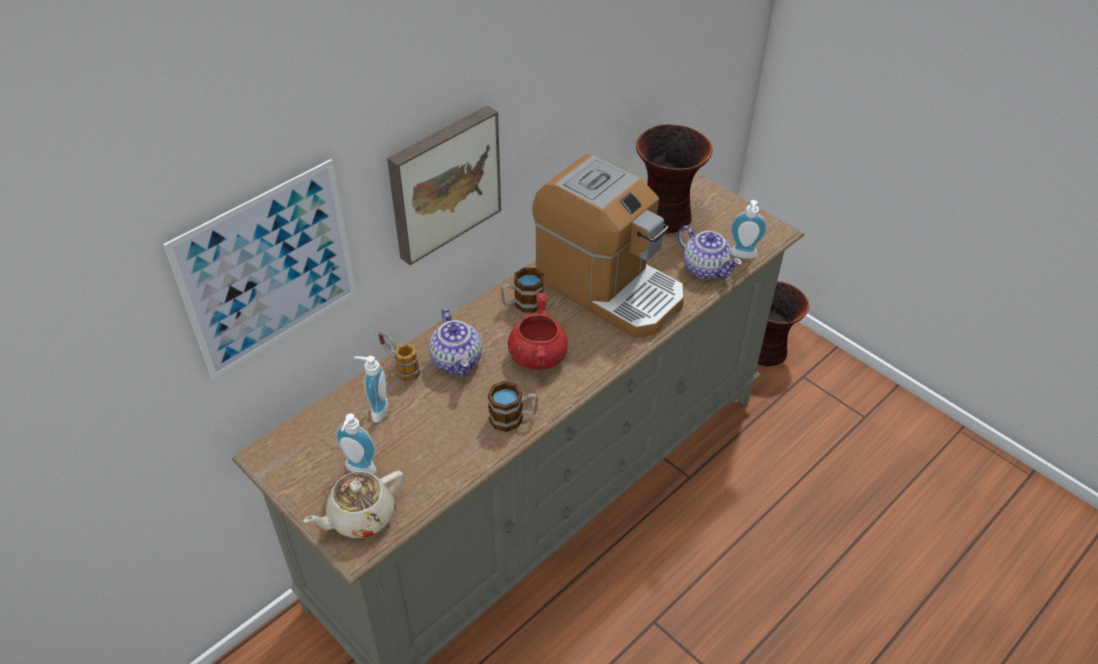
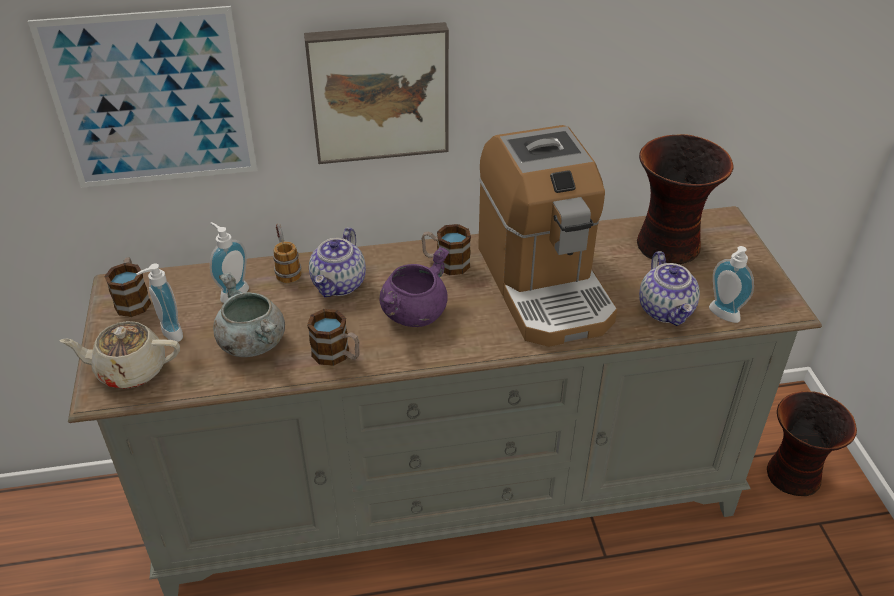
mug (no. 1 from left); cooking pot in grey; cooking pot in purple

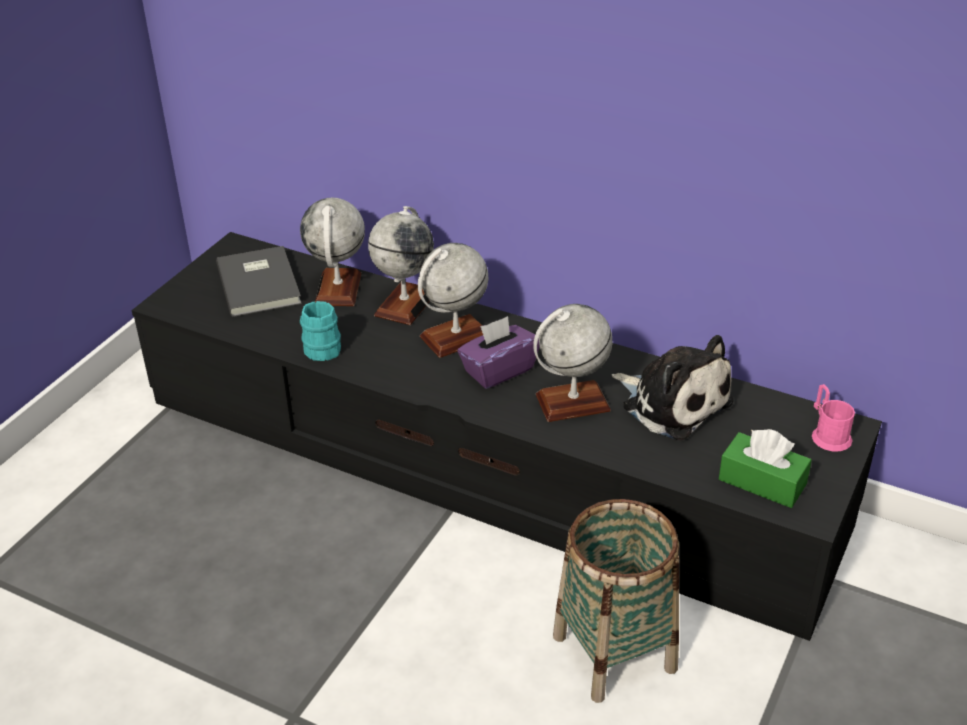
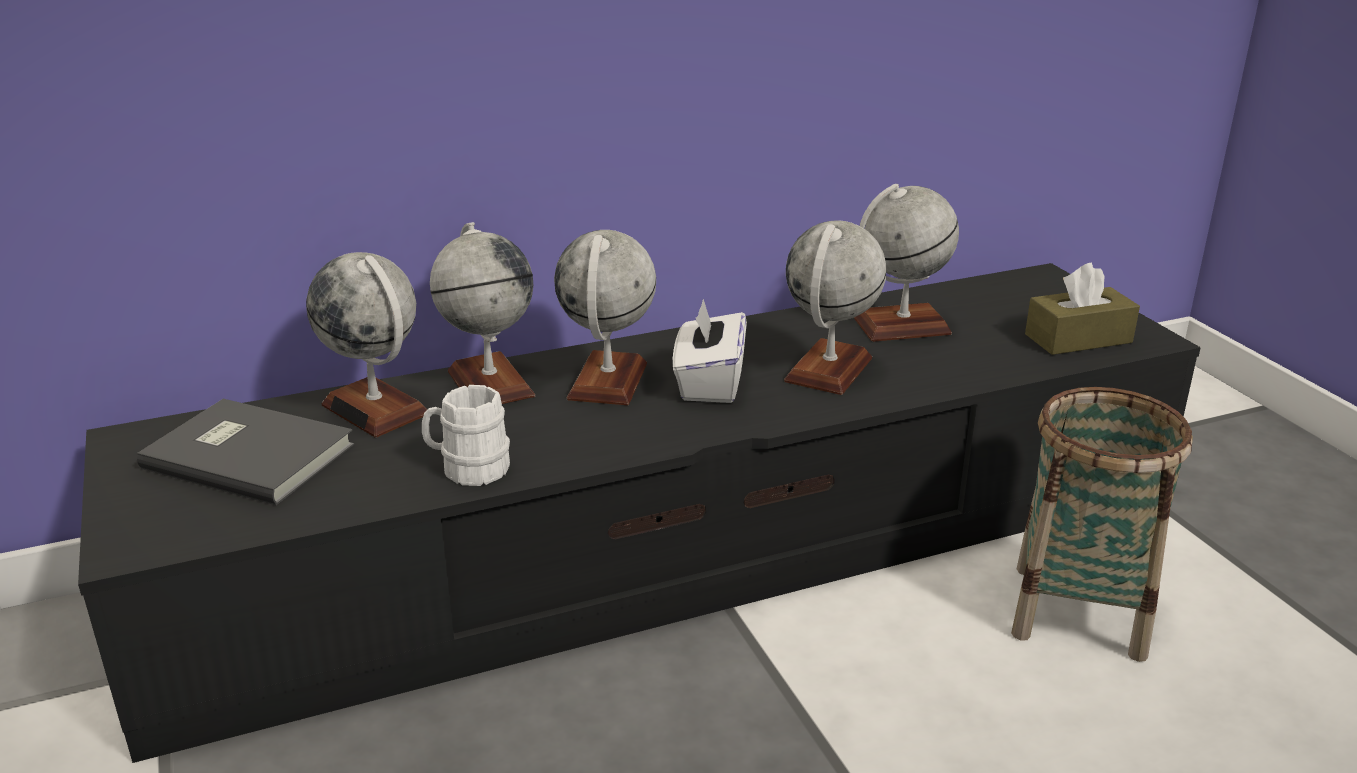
mug in pink; globe (no. 5 from left); mug in white; tissue box in white; tissue box in brown

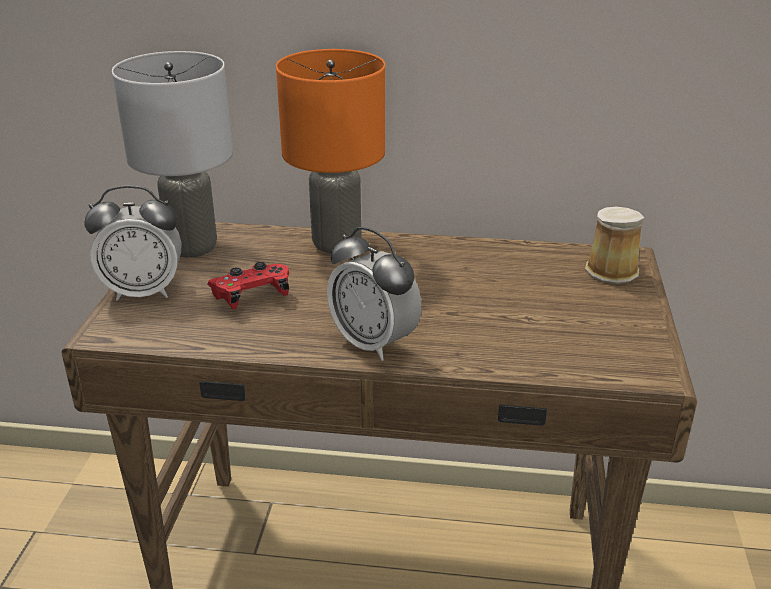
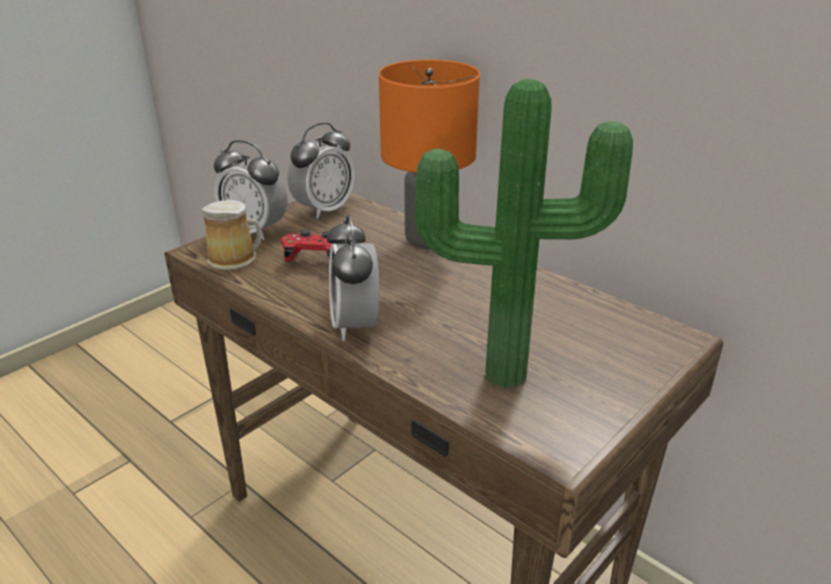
potted plant; mug; alarm clock (no. 2 from left)

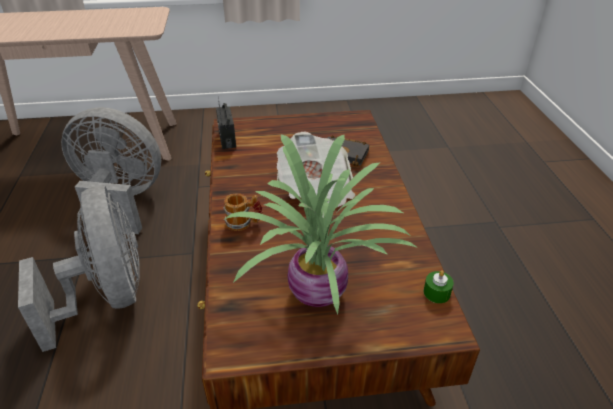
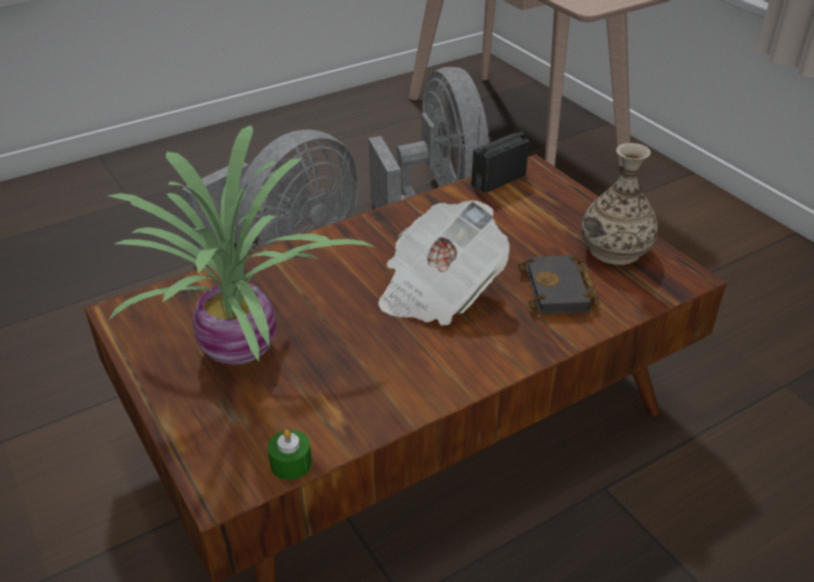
mug; vase

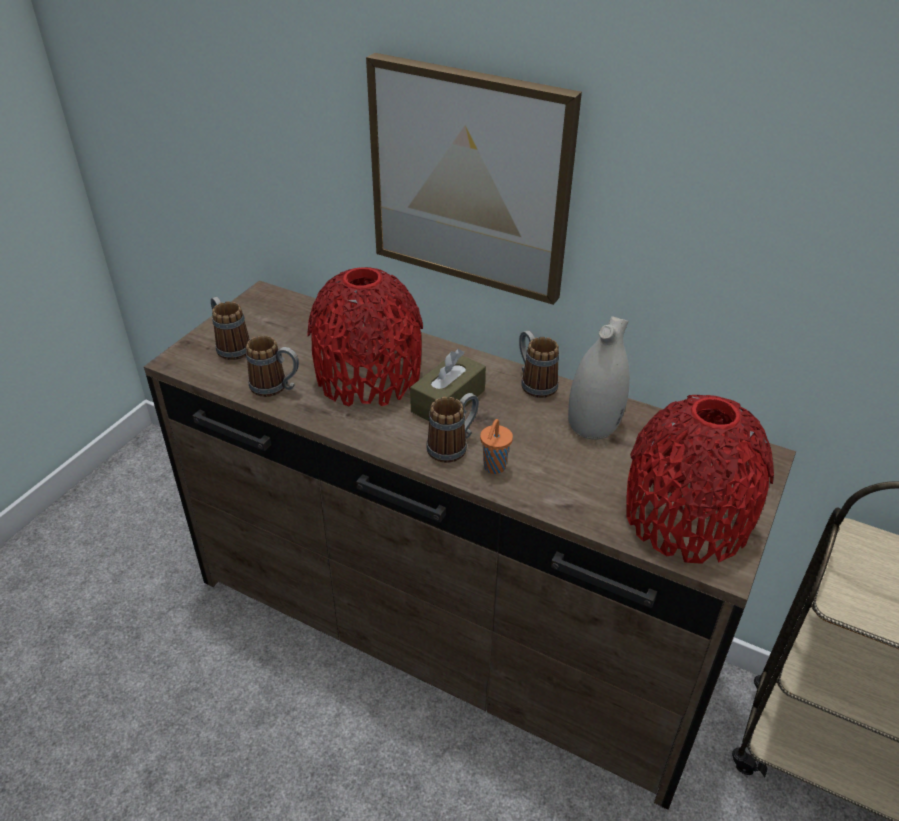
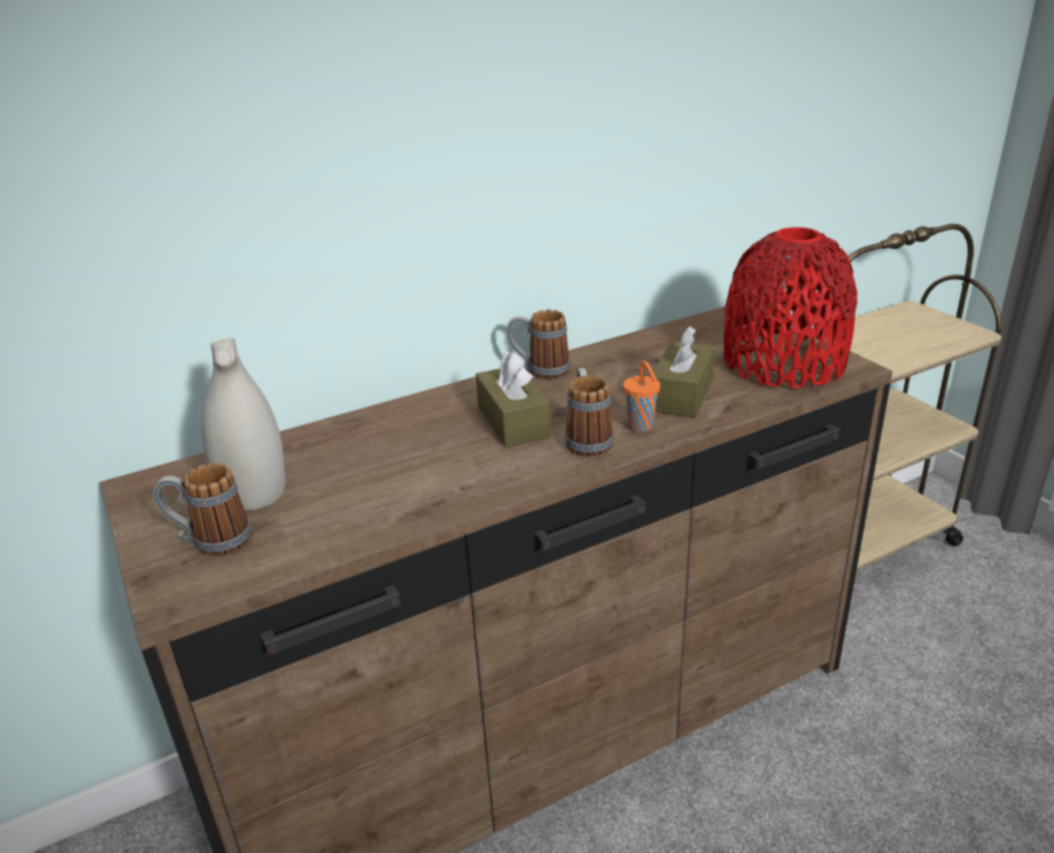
mug (no. 2 from left in the first image); vase in red (no. 1 from left in the first image); picture; tissue box in brown (no. 2 from left); vase in white

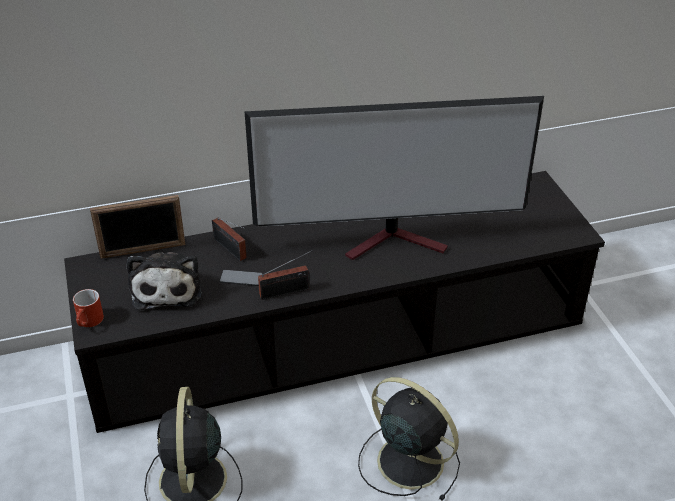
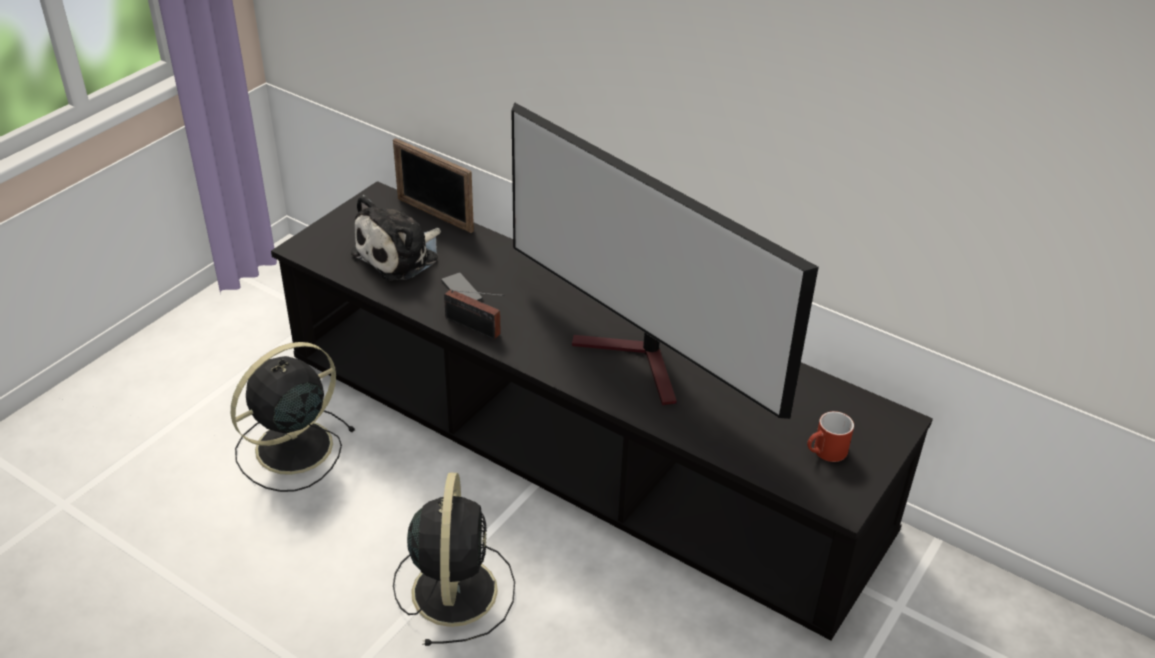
radio (no. 1 from left in the first image); mug in red

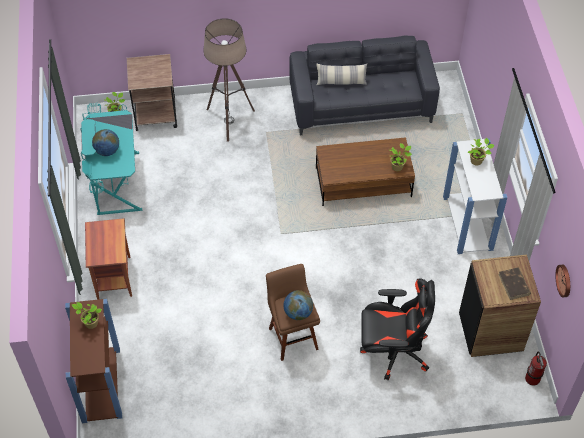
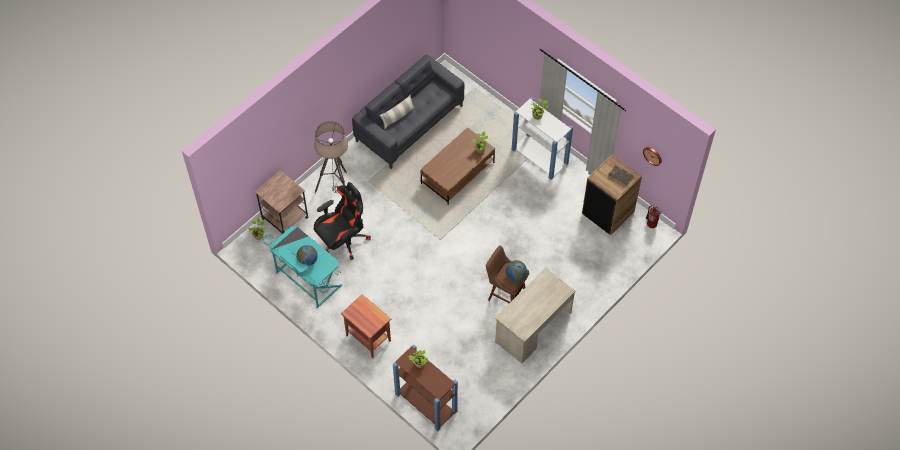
desk in beige; office chair in black

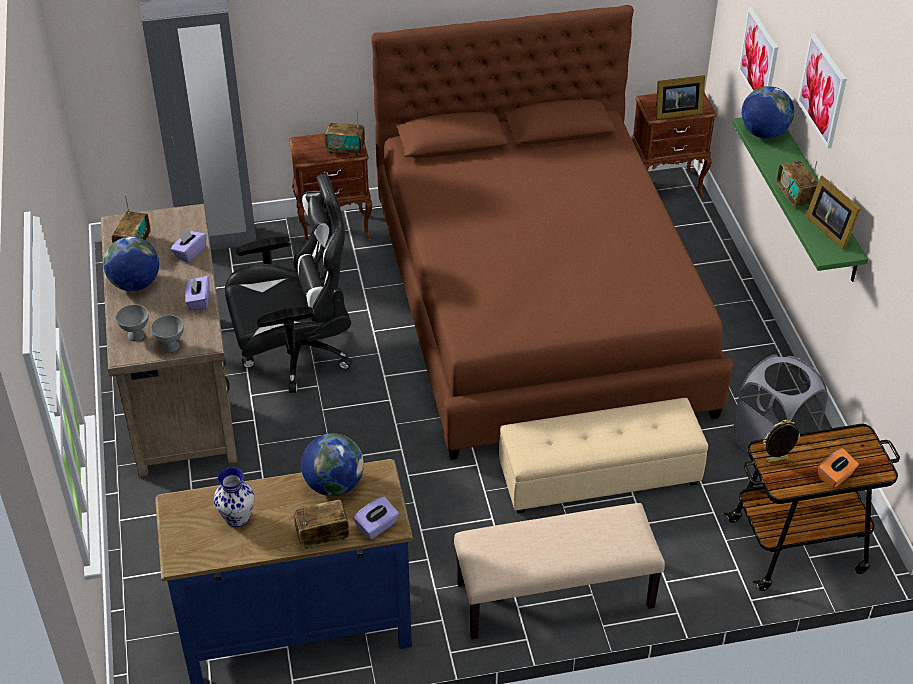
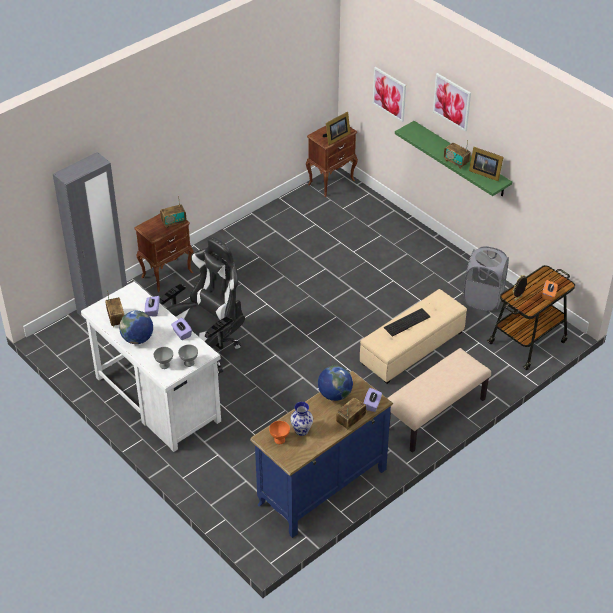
bed in brown; globe (no. 3 from left in the first image); bowl in orange; keyboard; desk in white

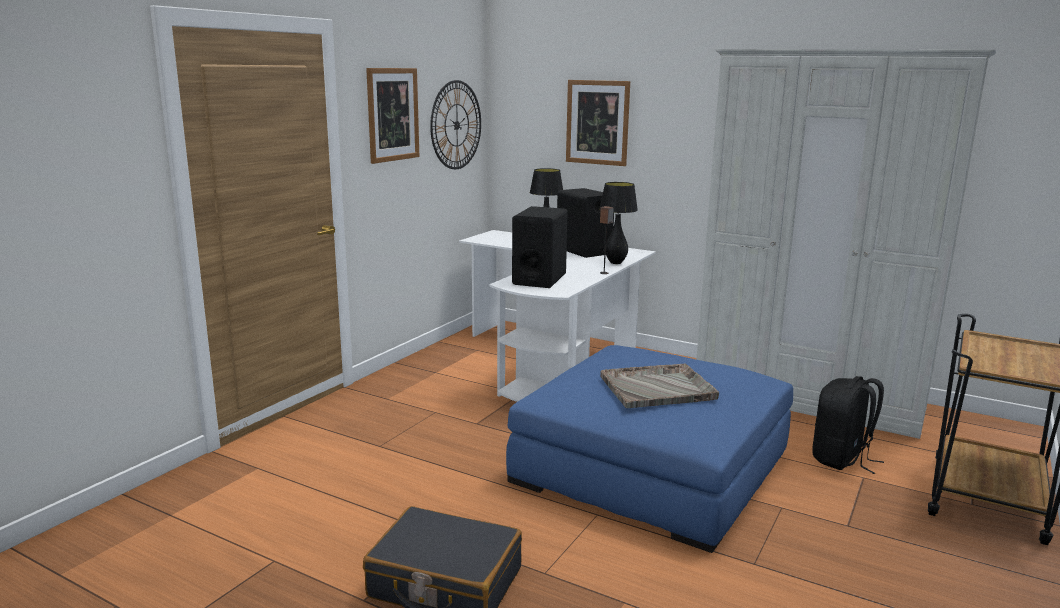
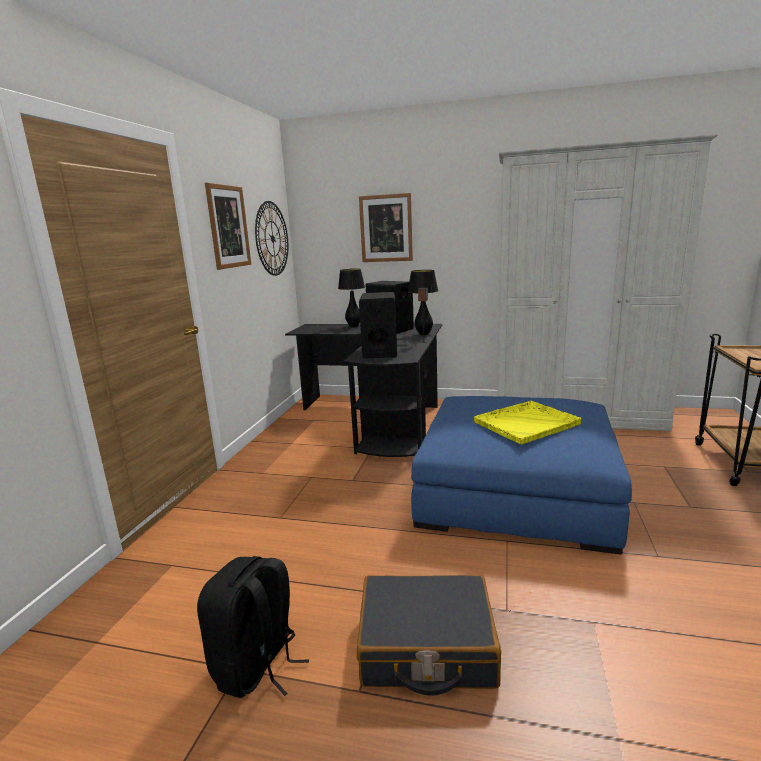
backpack in black; desk in black; tray in yellow

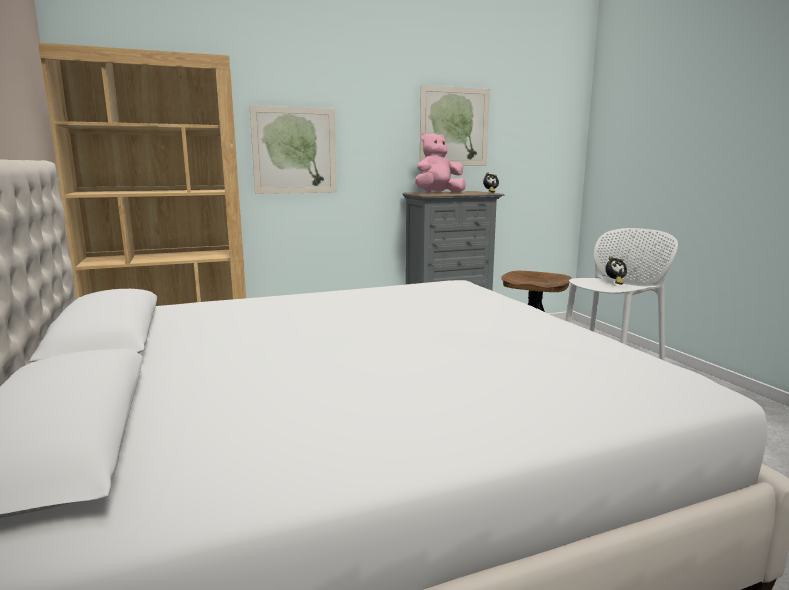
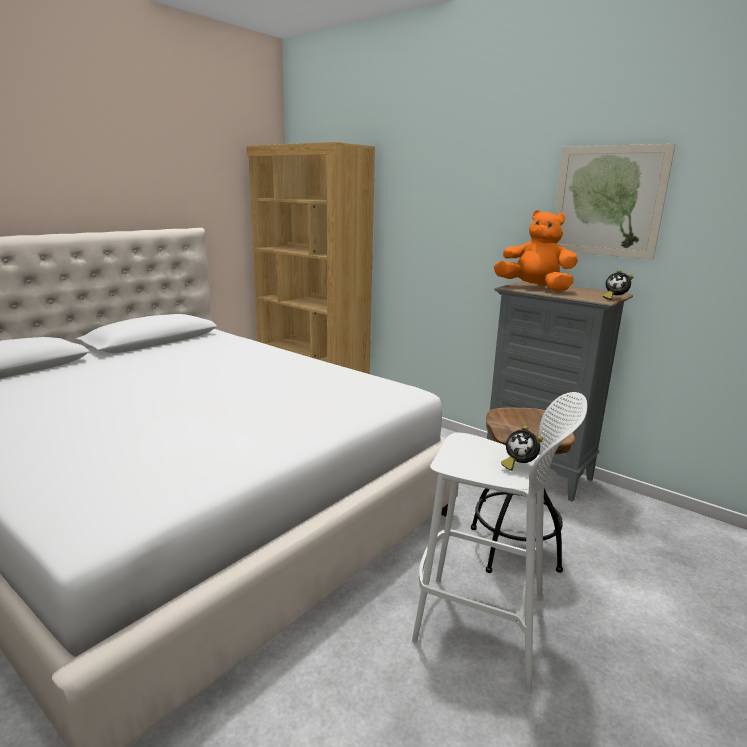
picture (no. 1 from left in the first image); plush toy in orange

